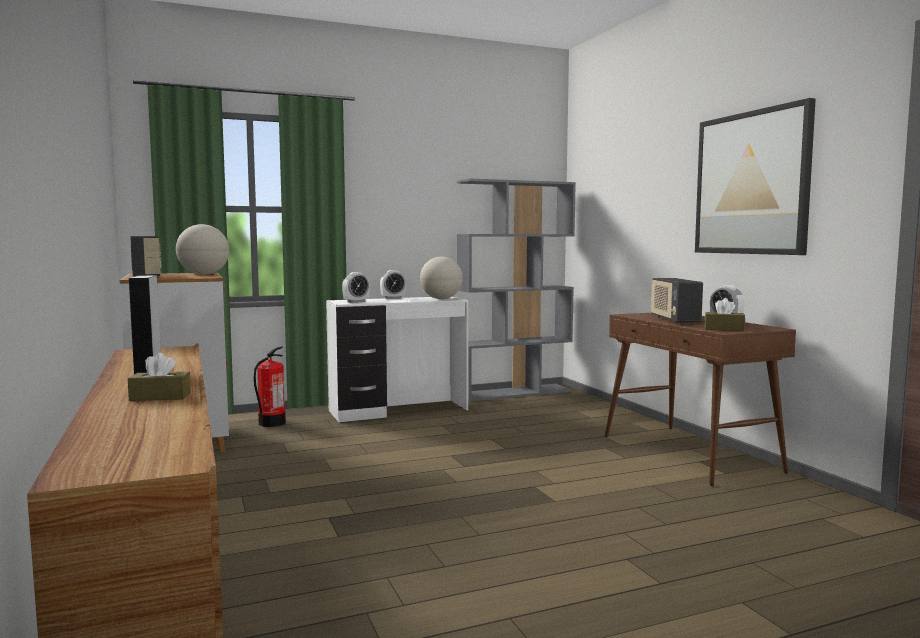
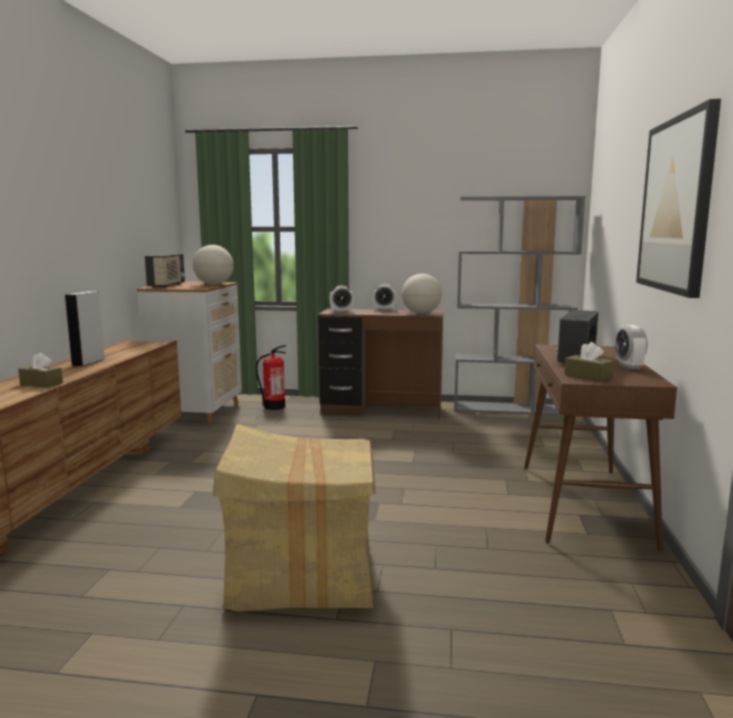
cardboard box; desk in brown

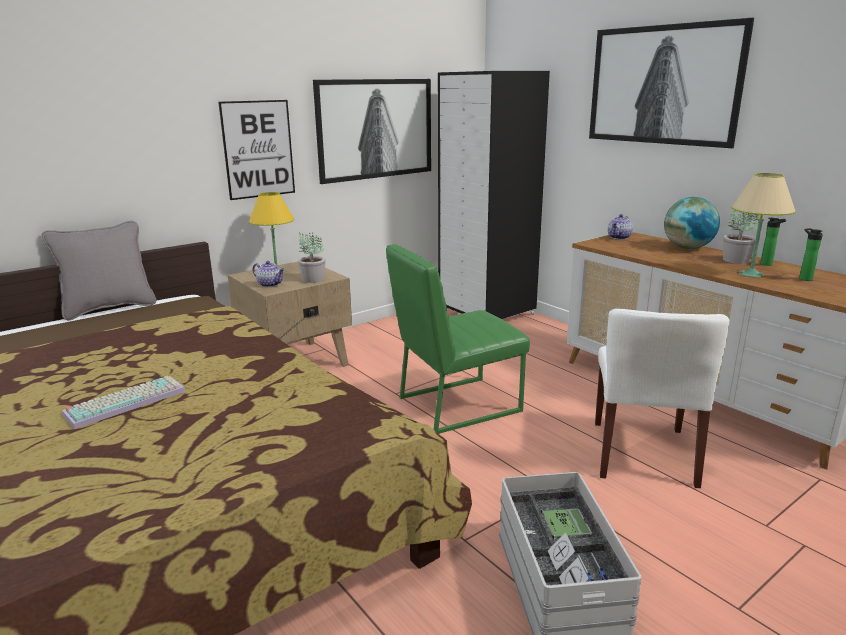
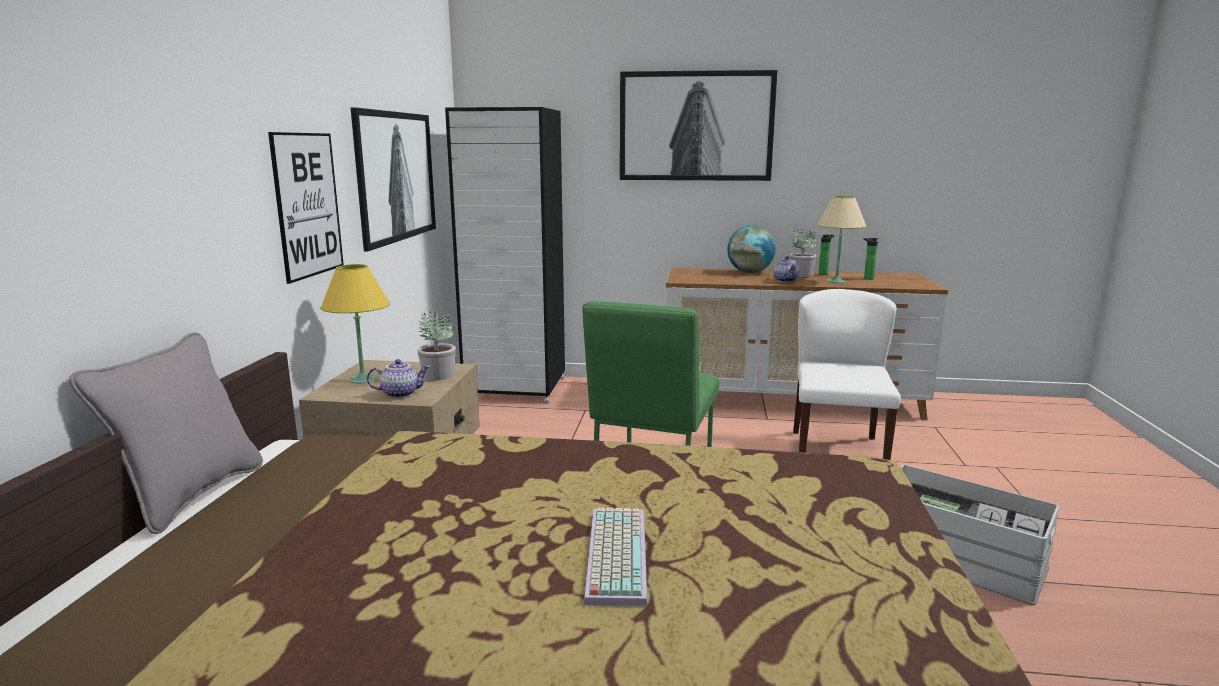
teapot (no. 2 from left); chair in white

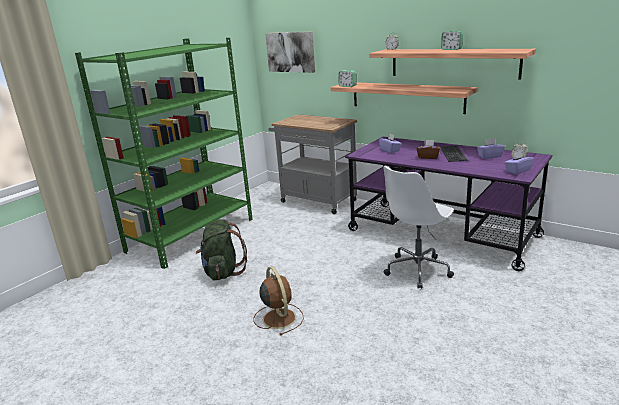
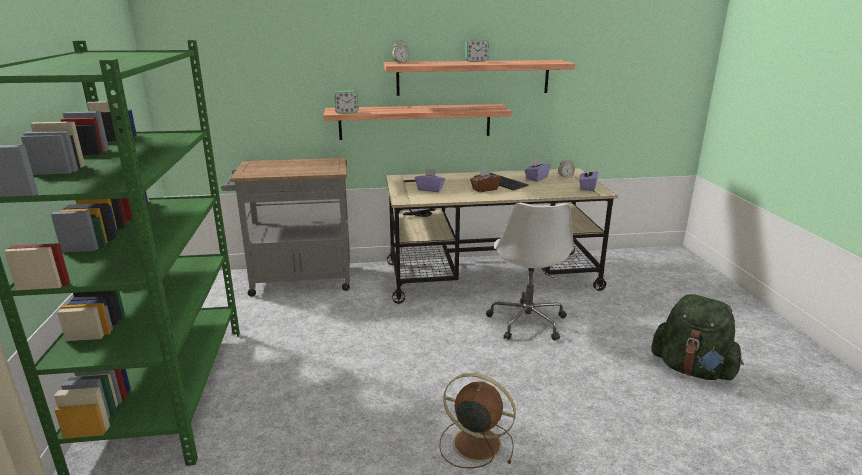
picture; backpack in green; desk in beige

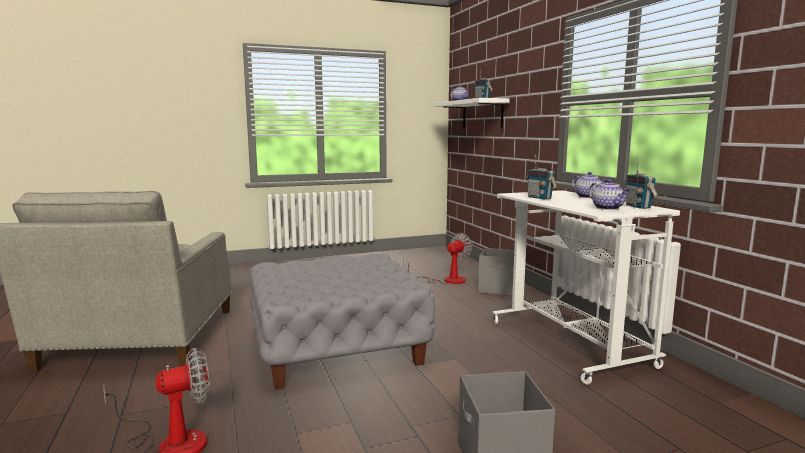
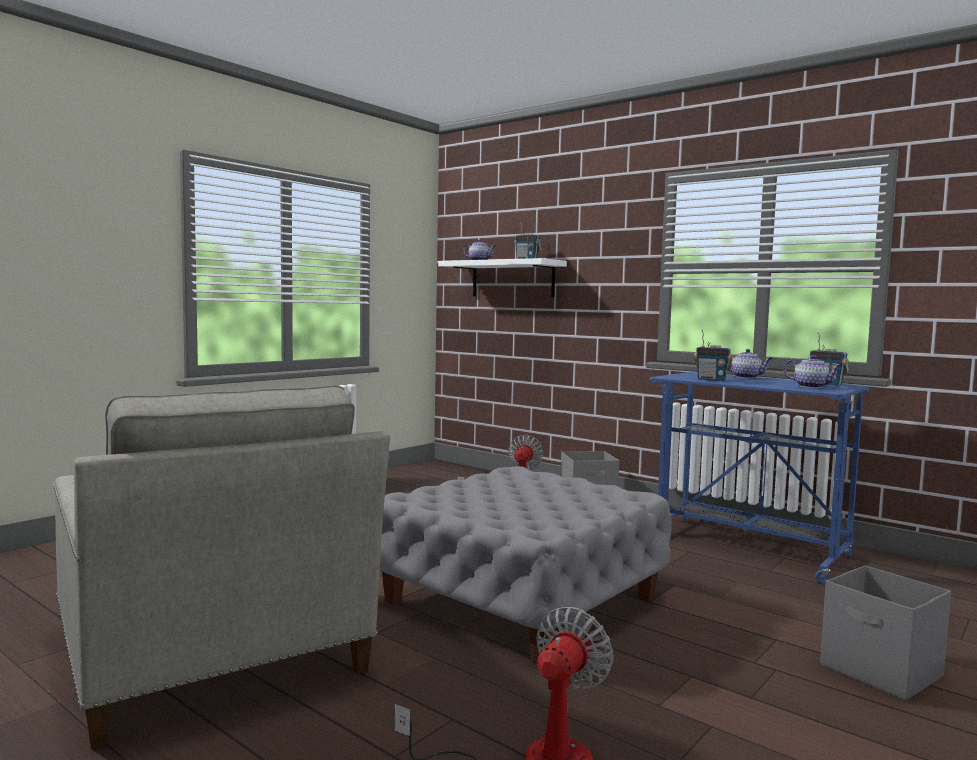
desk in blue

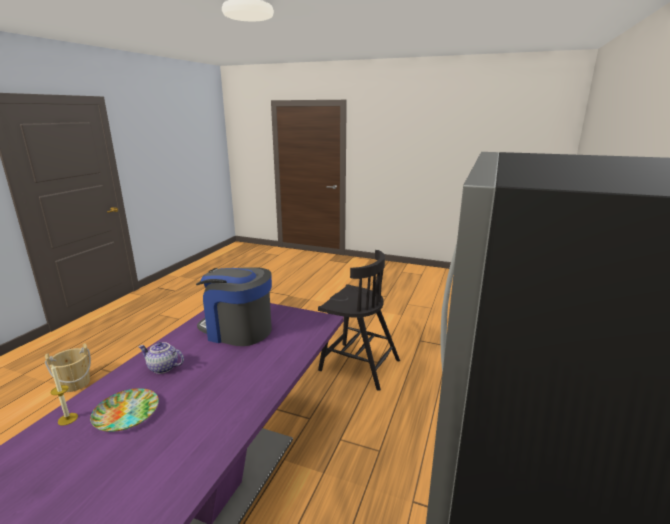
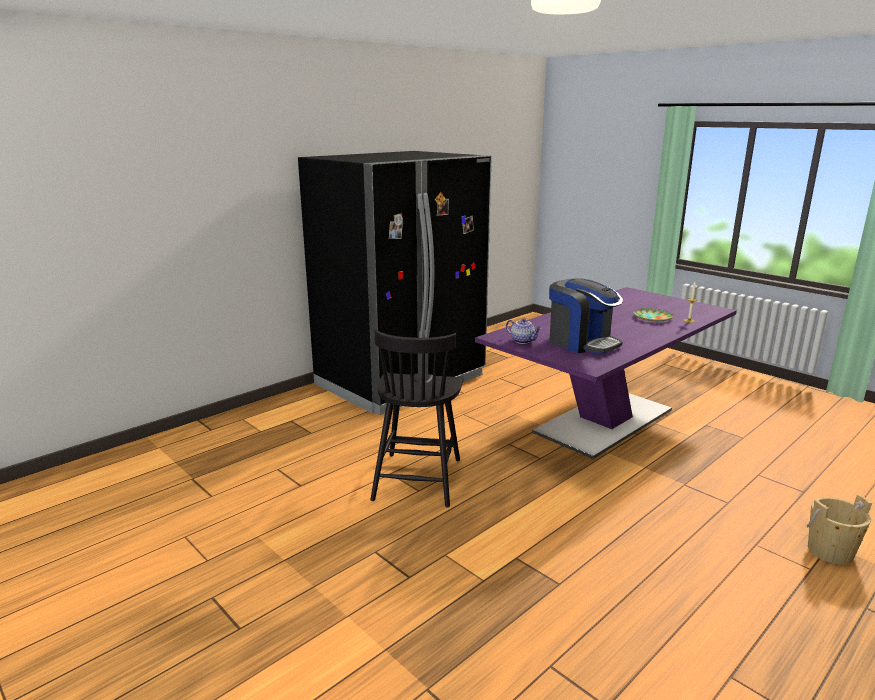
teapot; chair in black

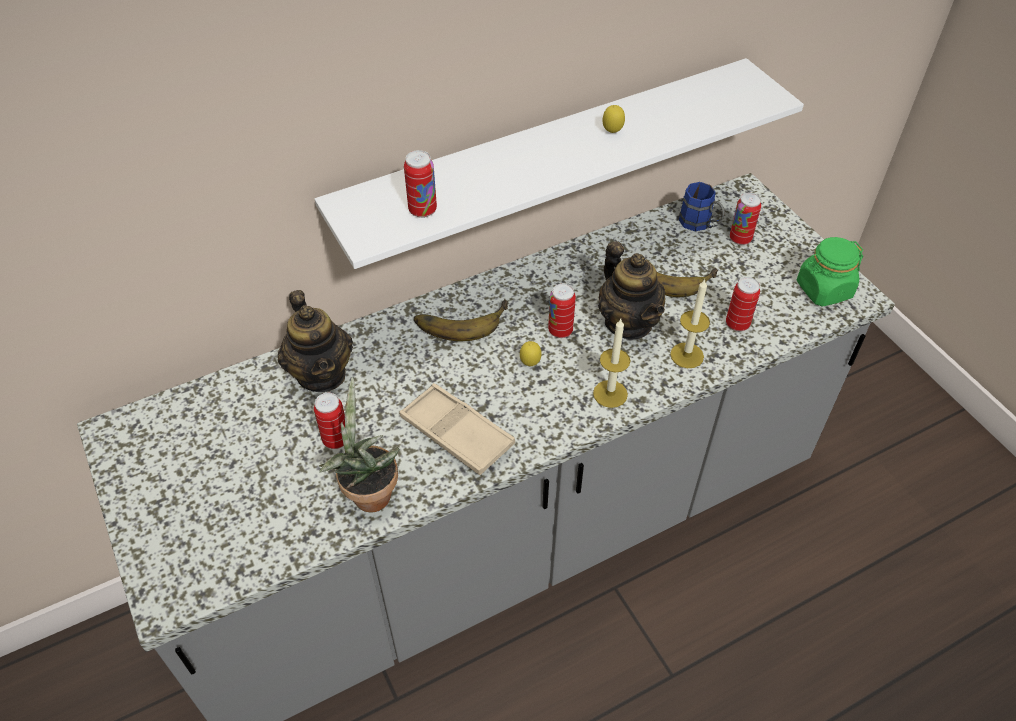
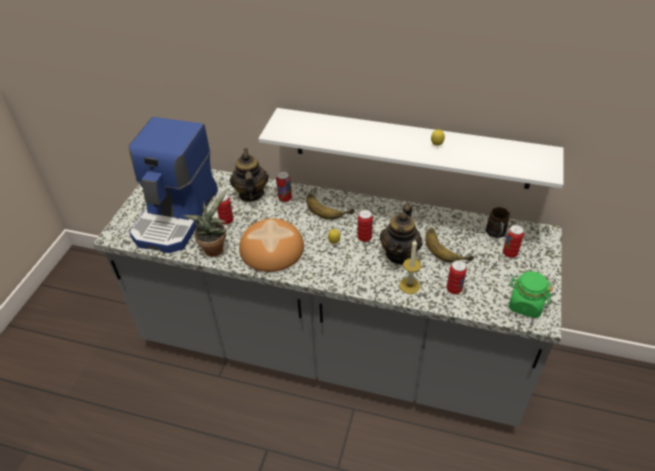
candle (no. 1 from left in the first image); coffee machine; can (no. 2 from left); bread; mug in brown; teapot (no. 1 from left)

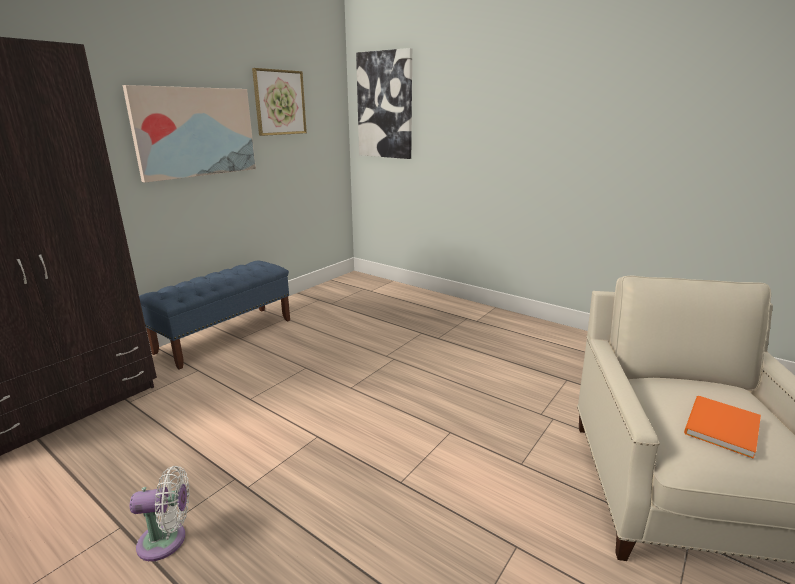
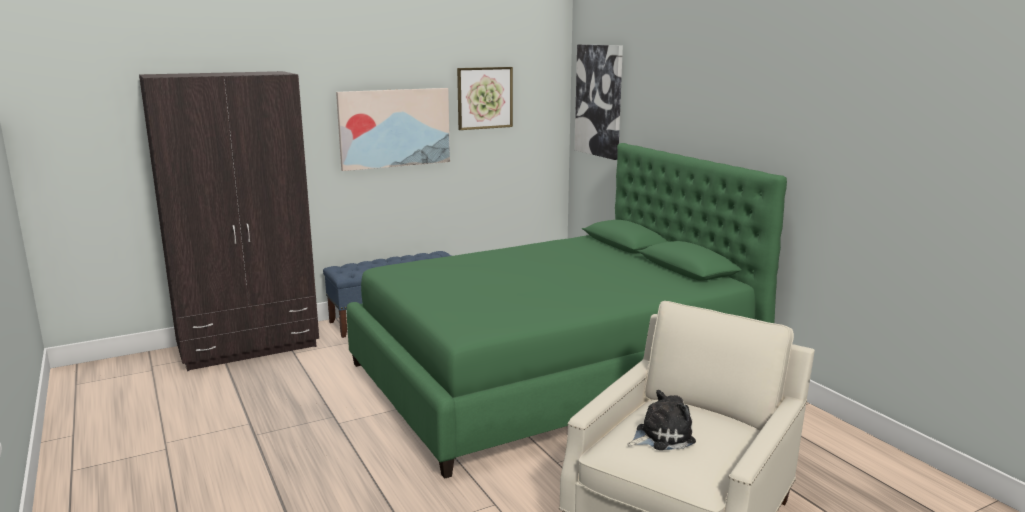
fan in white; bed in green; plush toy

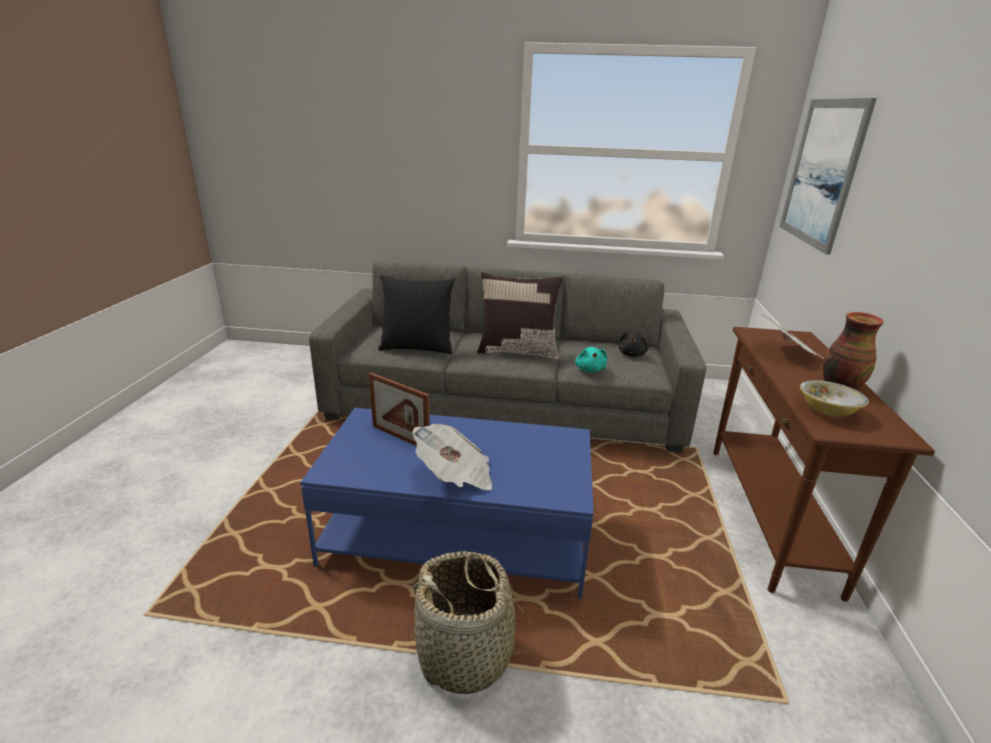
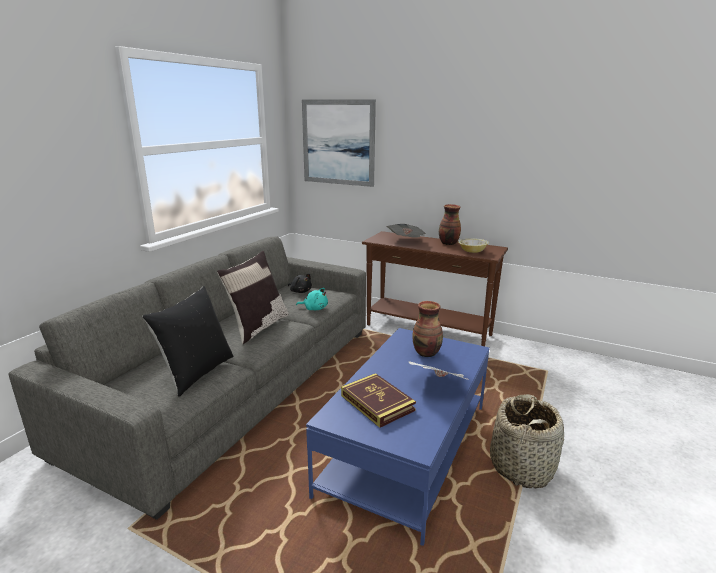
vase (no. 1 from left); book

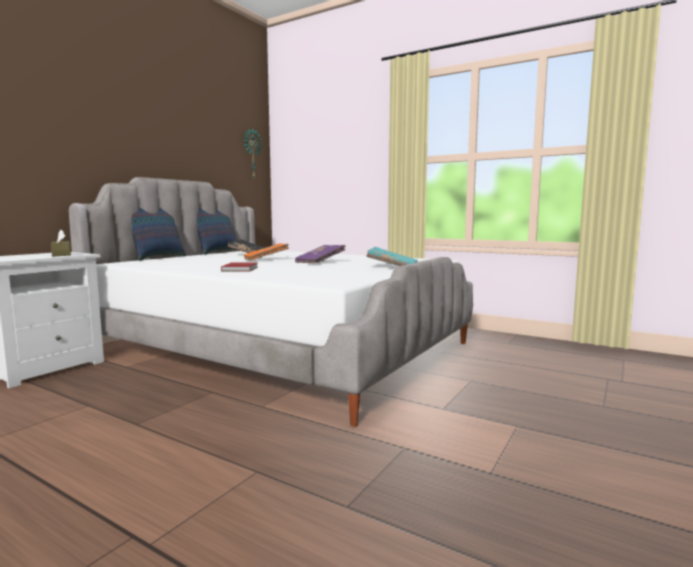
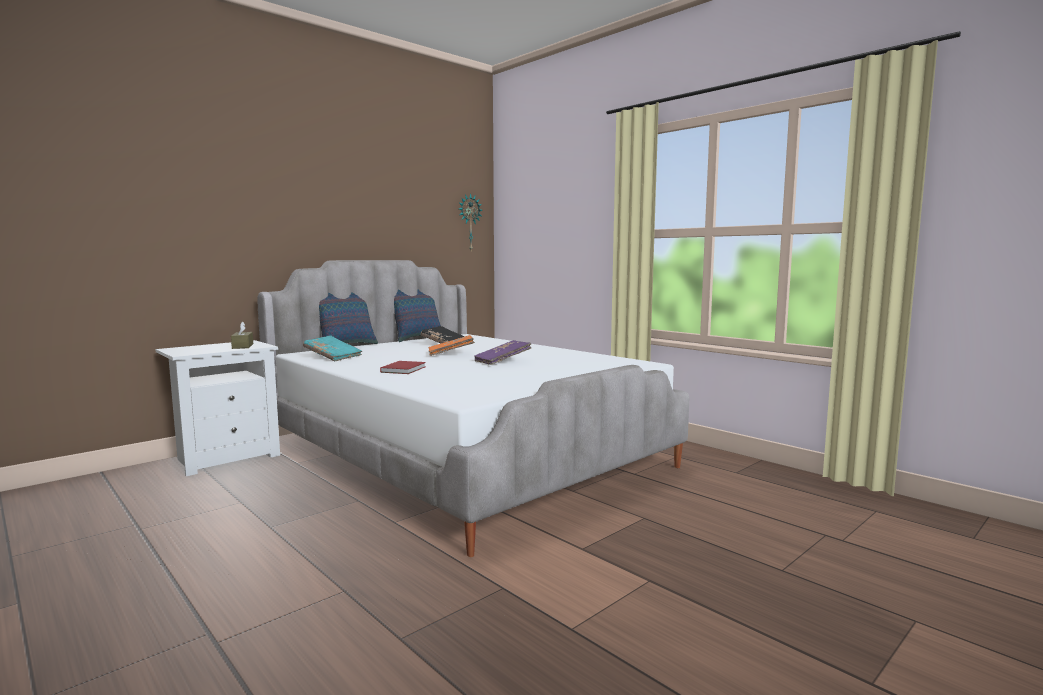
book in turquoise

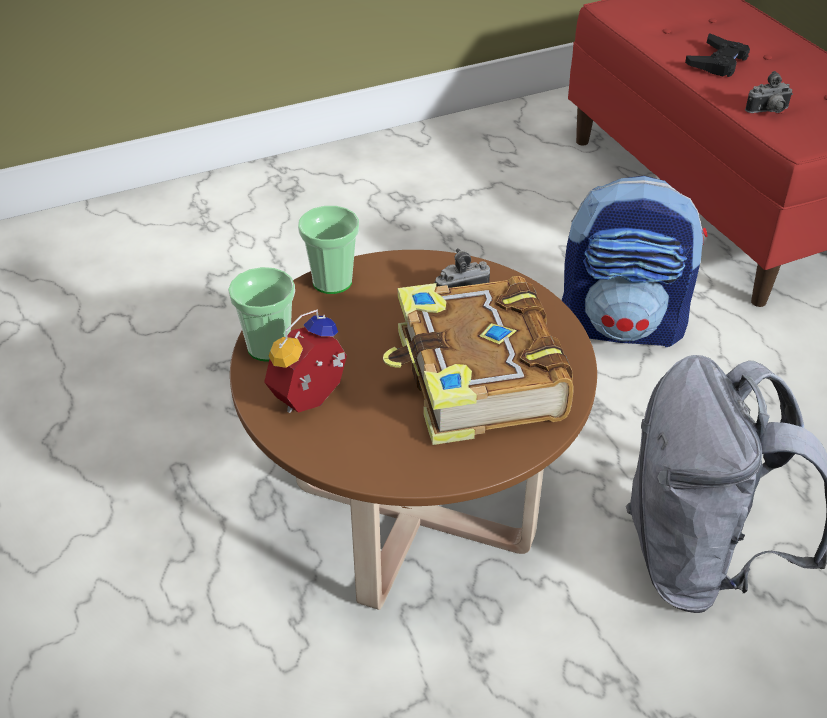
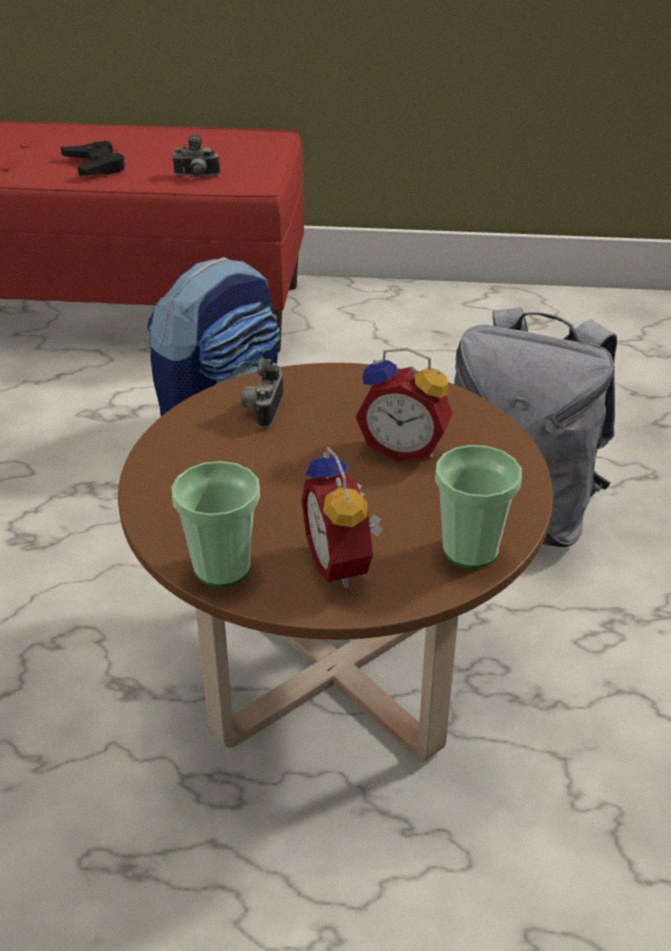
cup (no. 2 from left); alarm clock (no. 2 from left); photo camera (no. 1 from left)

